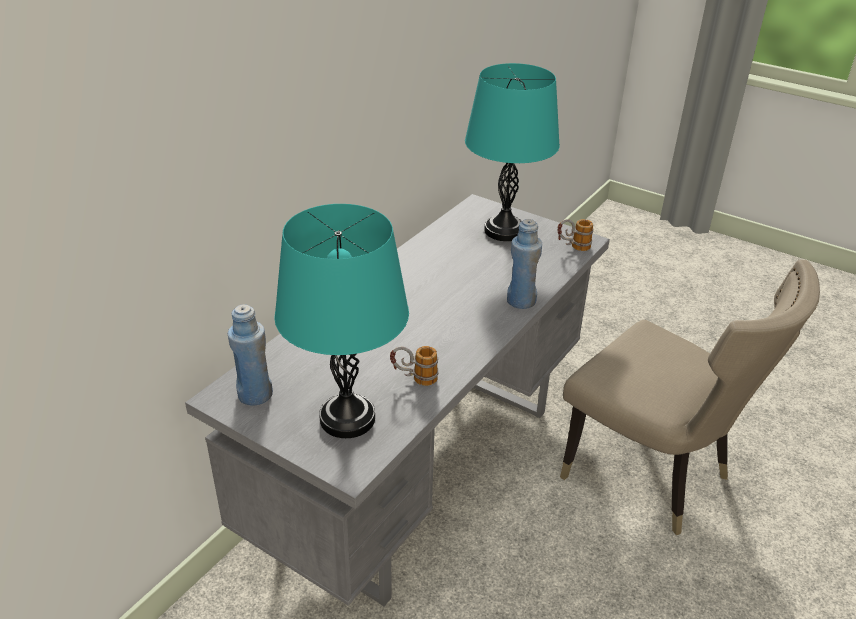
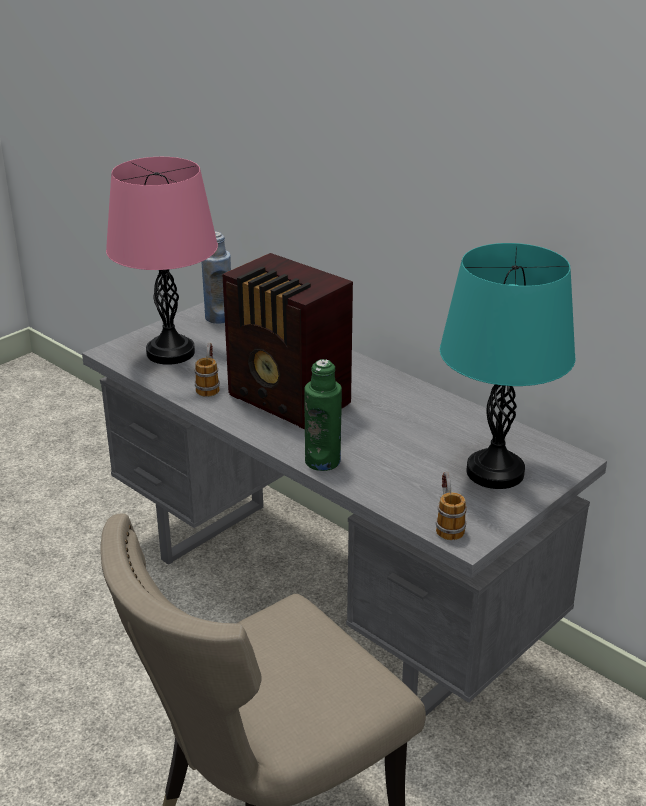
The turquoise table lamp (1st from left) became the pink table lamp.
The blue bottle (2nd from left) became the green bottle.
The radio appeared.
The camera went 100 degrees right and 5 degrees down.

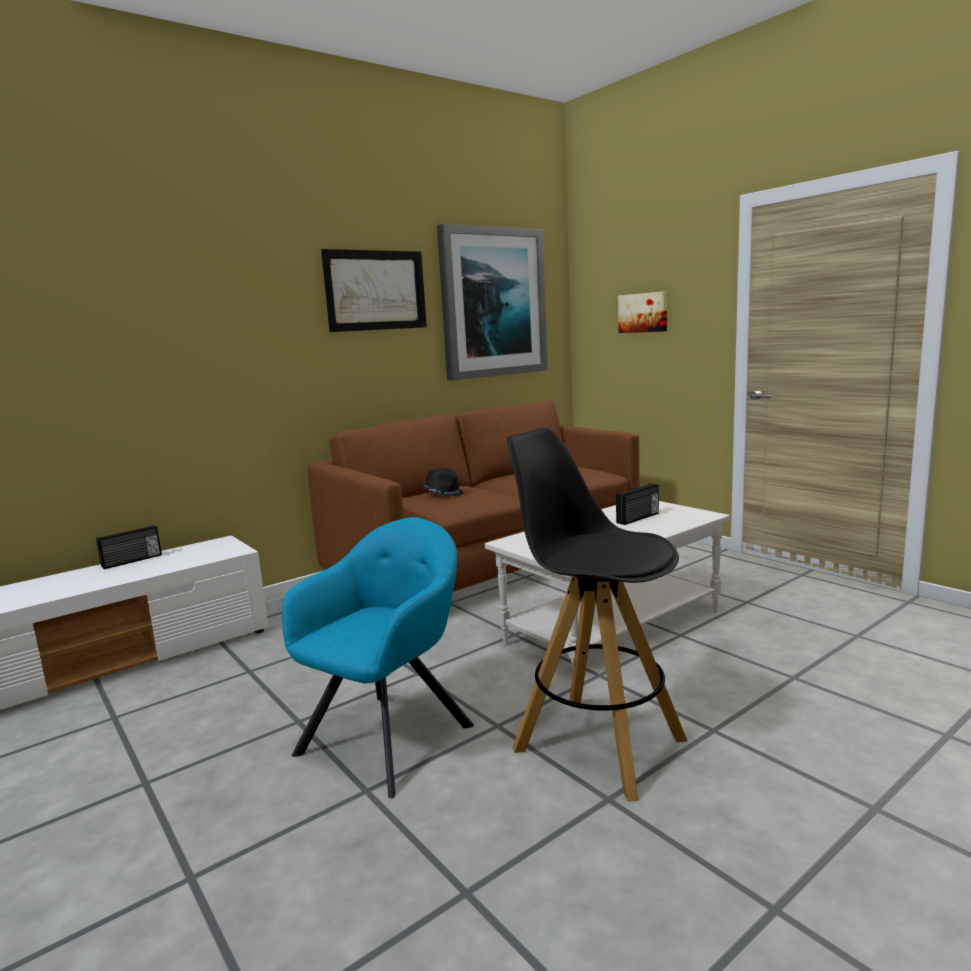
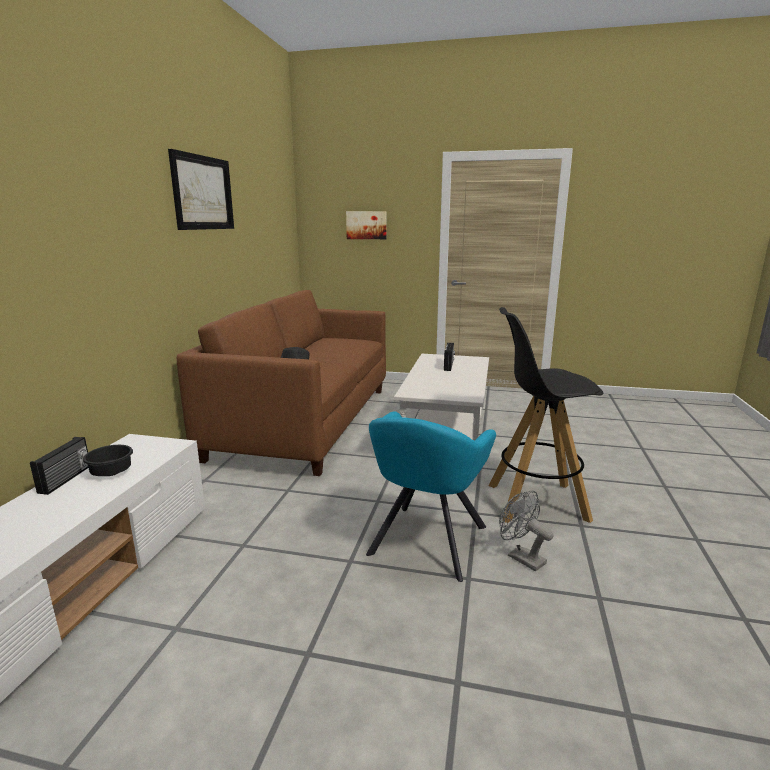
The picture (2nd from left) disappeared.
The turquoise armchair turned 150 degrees counterclockwise.
The black bowl appeared.
The grey fan appeared.
The camera went 40 degrees left and 5 degrees up.

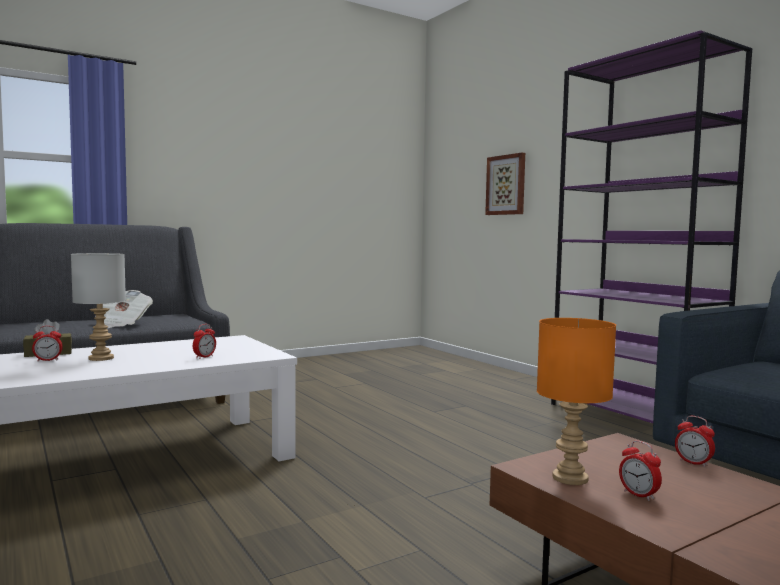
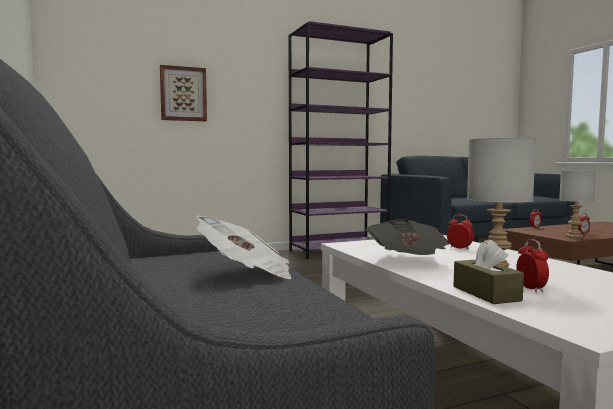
The orange table lamp became the grey table lamp (2nd from left).
The newspaper (2nd from left) appeared.
The camera went 80 degrees left and 0 degrees up.

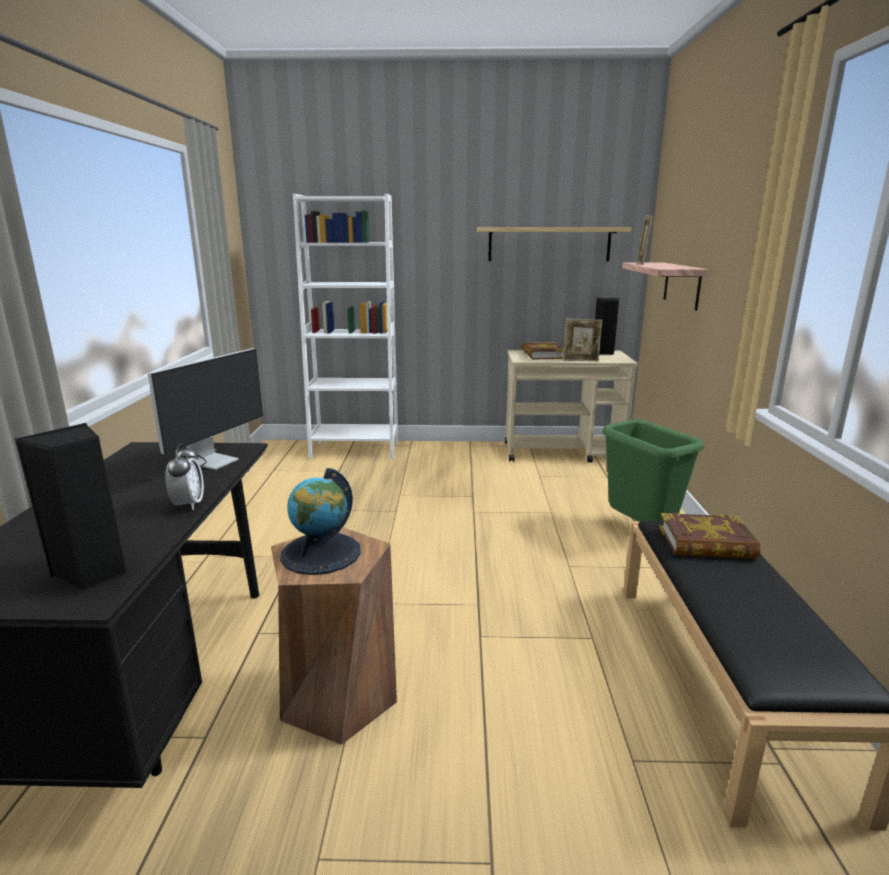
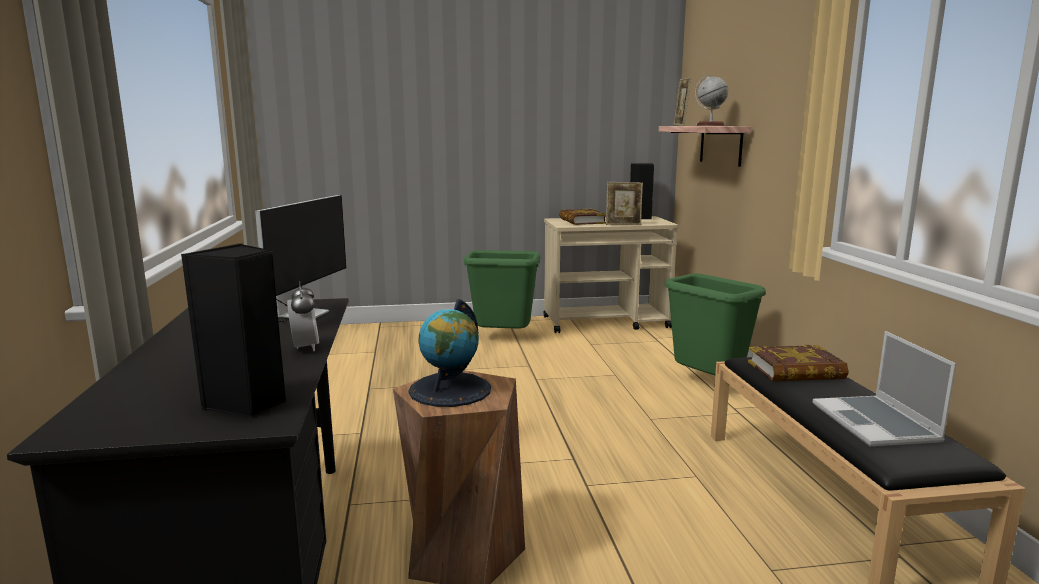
The white bookcase disappeared.
The shelf (1st from left) disappeared.
The globe (2nd from left) appeared.
The green trash can (1st from left) appeared.
The laptop appeared.
The camera went 10 degrees left and 5 degrees down.

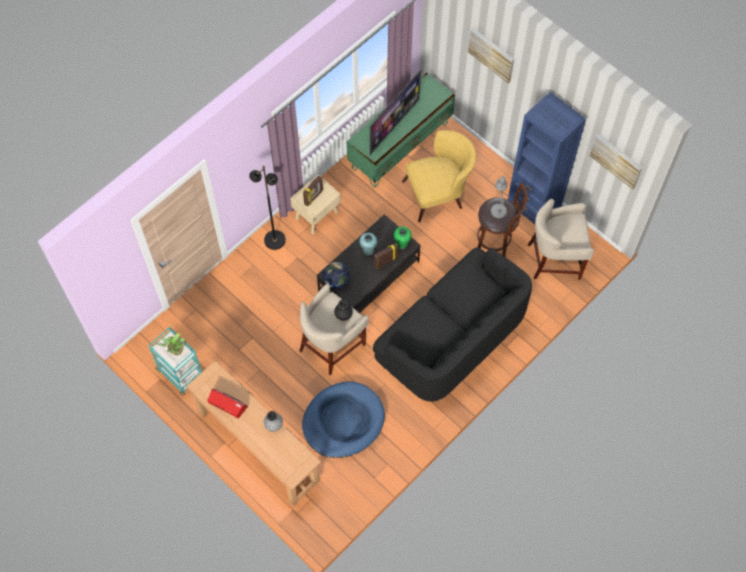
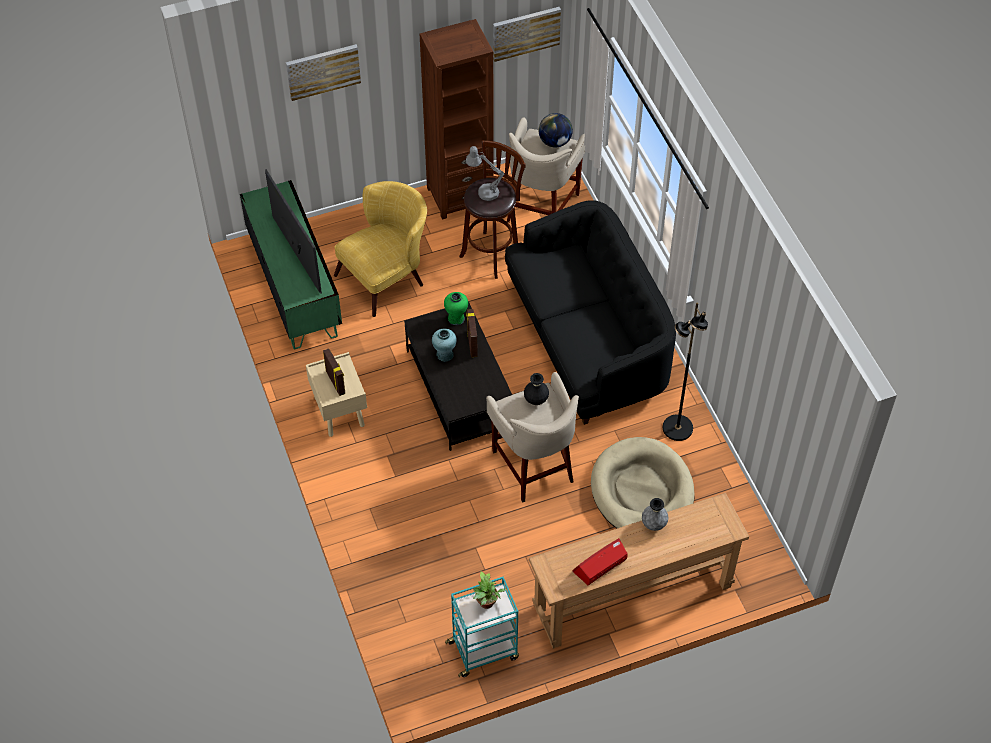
The blue bookcase became the brown bookcase.
The yellow armchair turned 45 degrees clockwise.
The black floor lamp moved.
The globe moved.
The blue dog bed became the beige dog bed.
The camera went 65 degrees left and 10 degrees down.

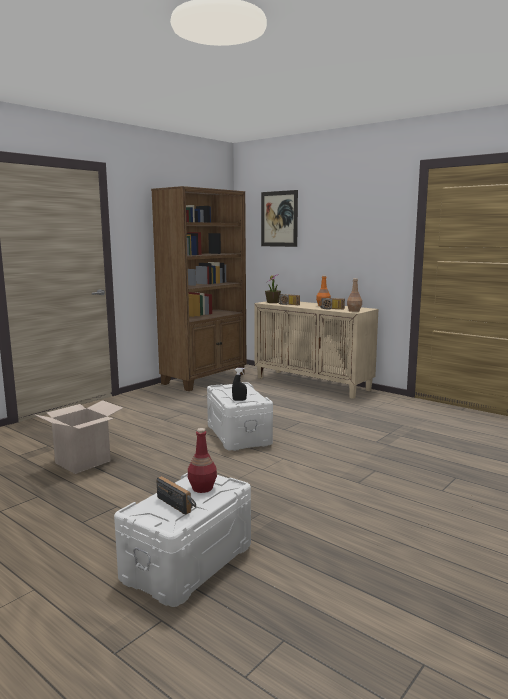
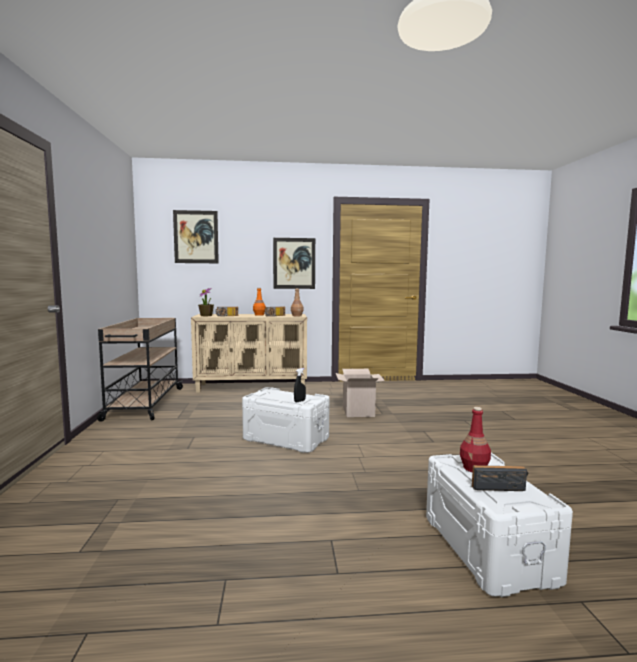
The brown bookcase was replaced by the beige cart.
The cardboard box moved.
The picture (2nd from left) appeared.
The camera went 45 degrees left and 5 degrees down.

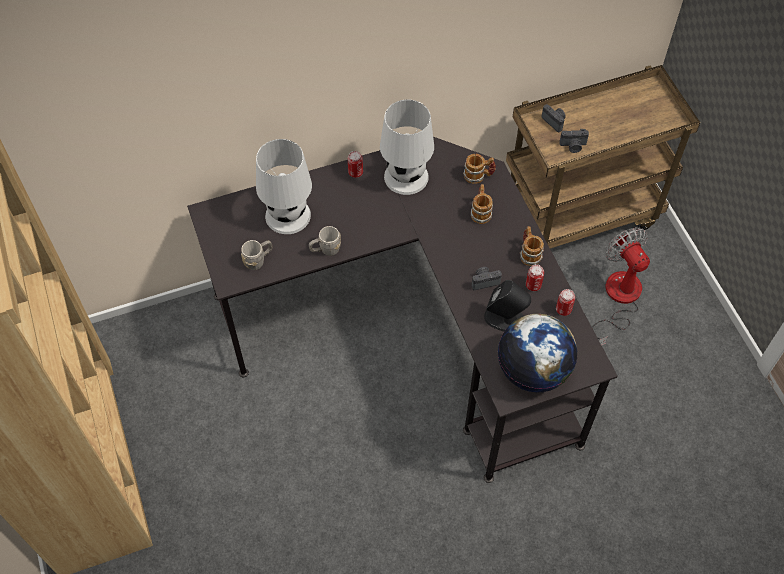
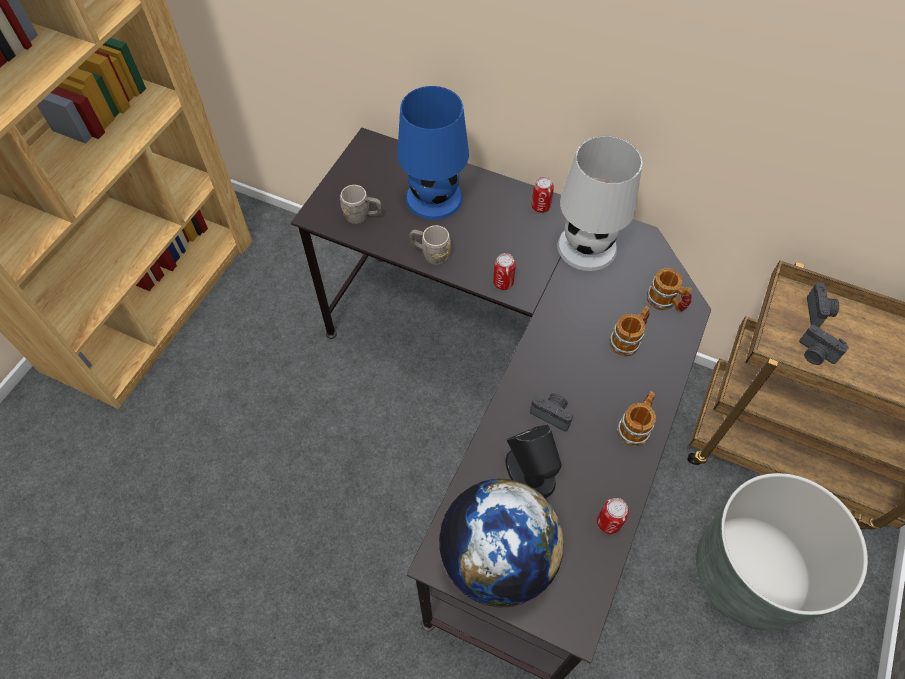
The white table lamp (1st from left) became the blue table lamp.
The fan was replaced by the grey planter.
The can (2nd from left in the first image) moved.
The camera went 45 degrees right and 0 degrees up.

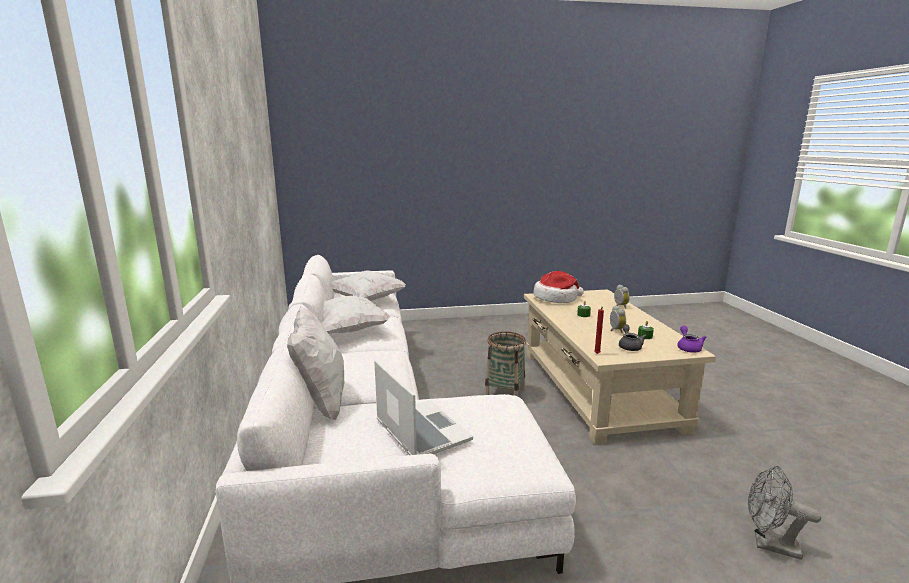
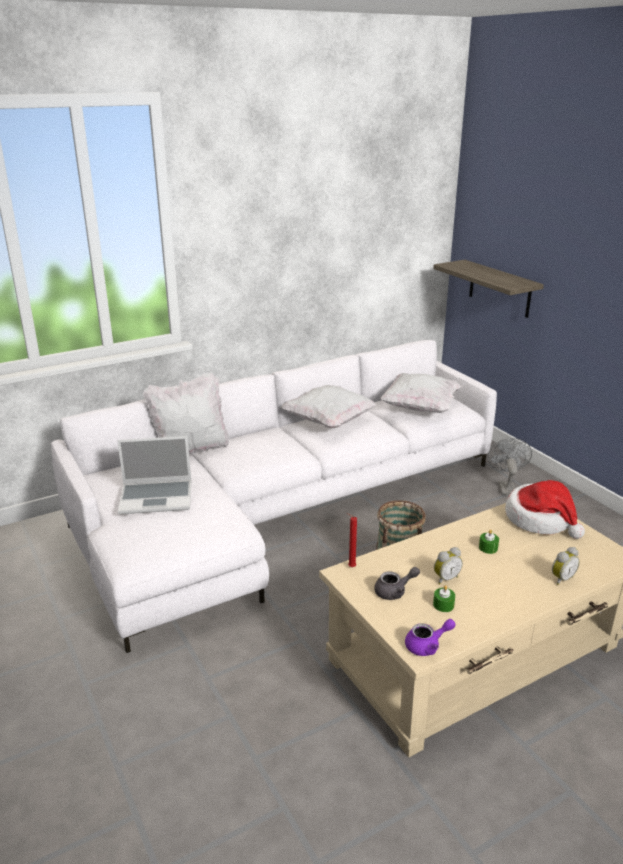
The laptop turned 45 degrees clockwise.
The grey fan moved.
The shelf appeared.
The camera went 70 degrees right and 10 degrees up.

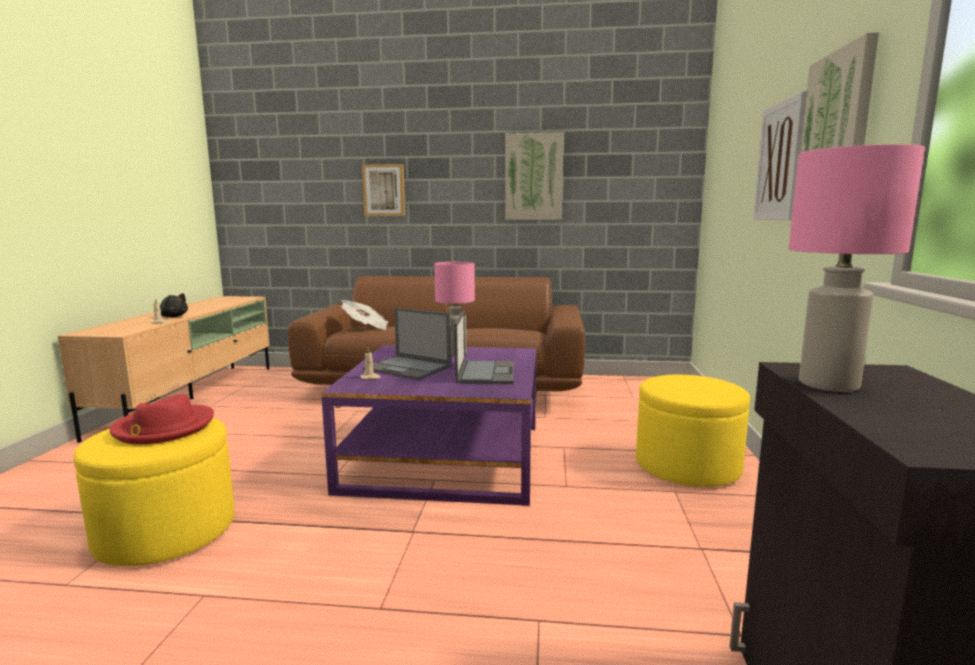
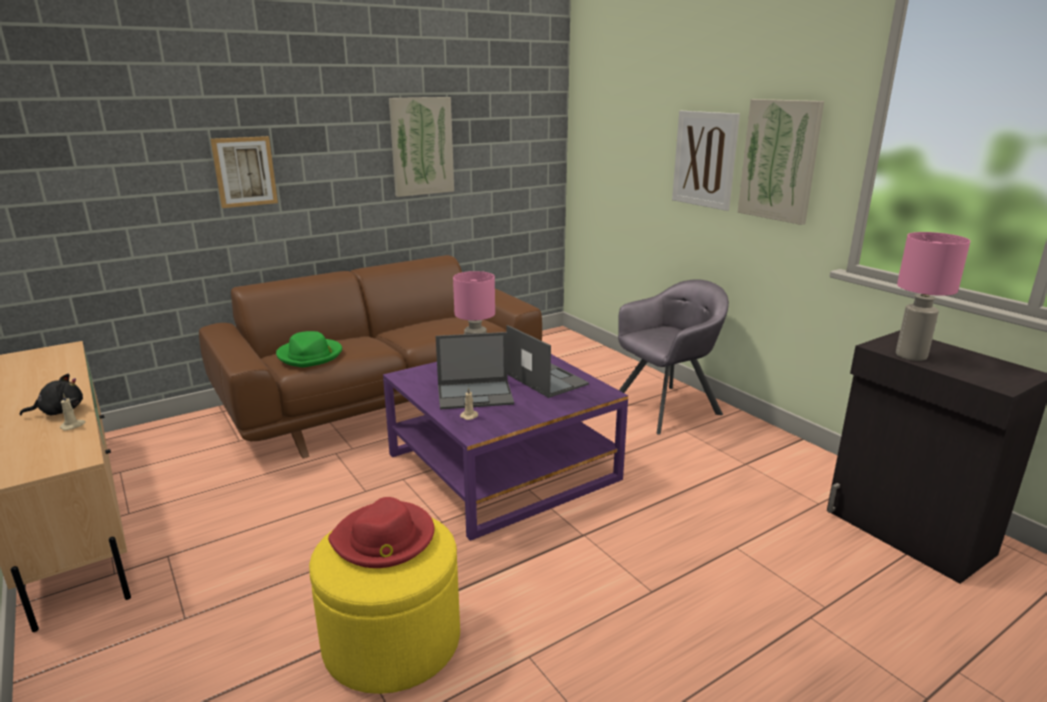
The newspaper was replaced by the green hat.
The yellow ottoman (2nd from left) was replaced by the grey armchair.
The camera went 40 degrees left and 10 degrees up.

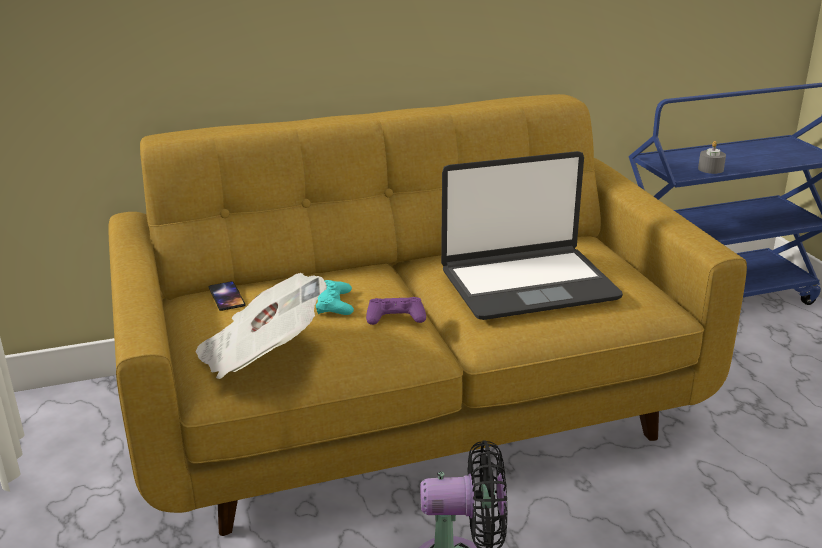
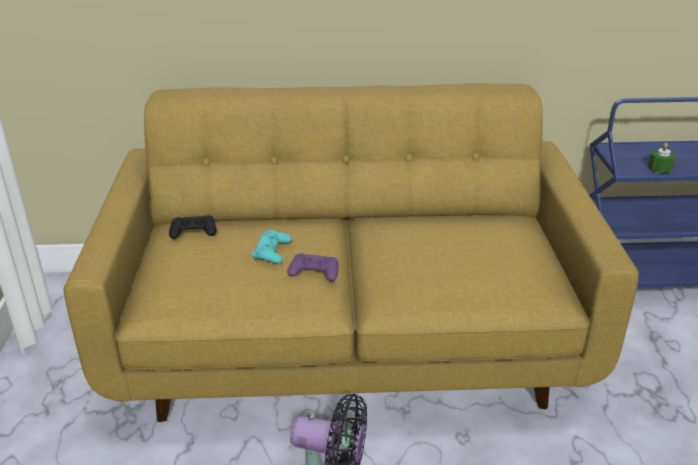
The grey candle became the green candle.
The laptop disappeared.
The newspaper disappeared.
The phone was replaced by the black game controller.
The camera went 15 degrees right and 5 degrees up.

